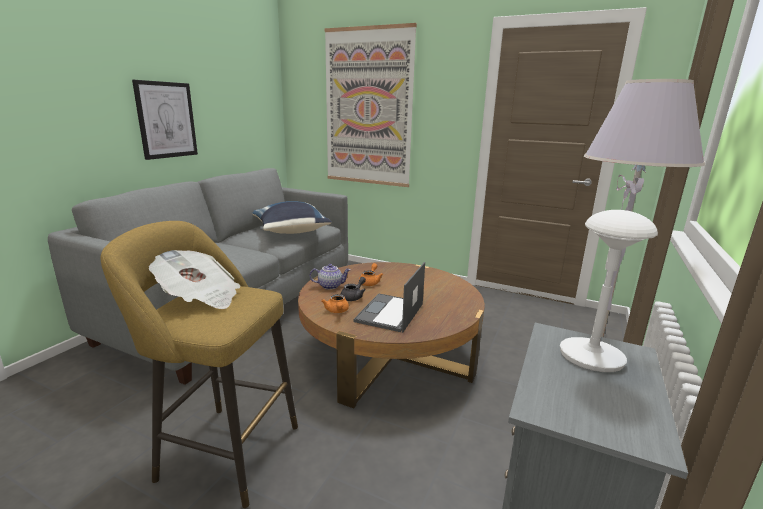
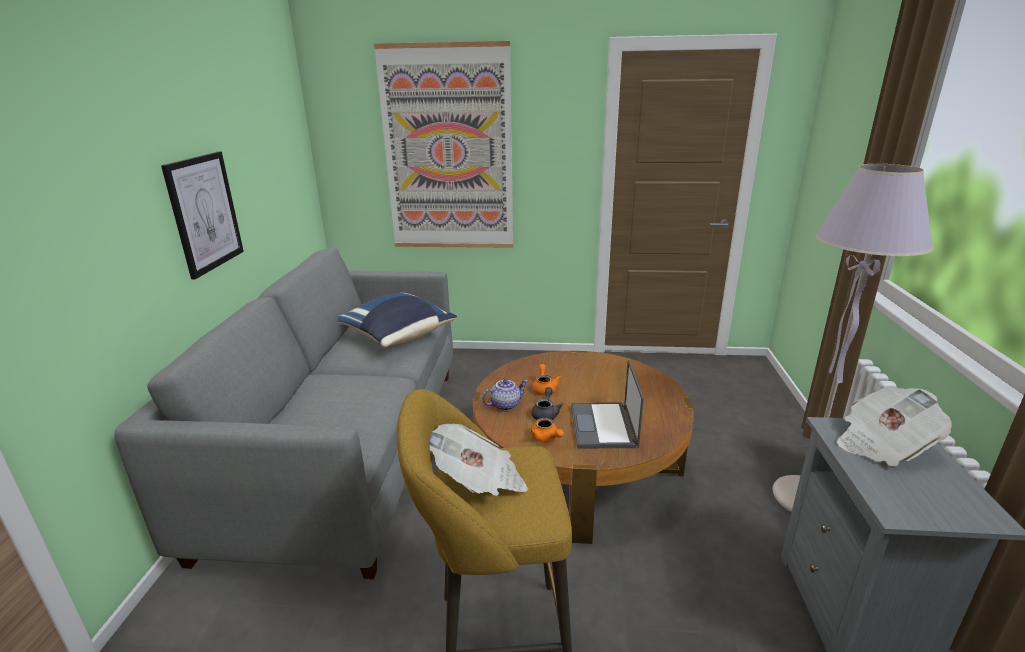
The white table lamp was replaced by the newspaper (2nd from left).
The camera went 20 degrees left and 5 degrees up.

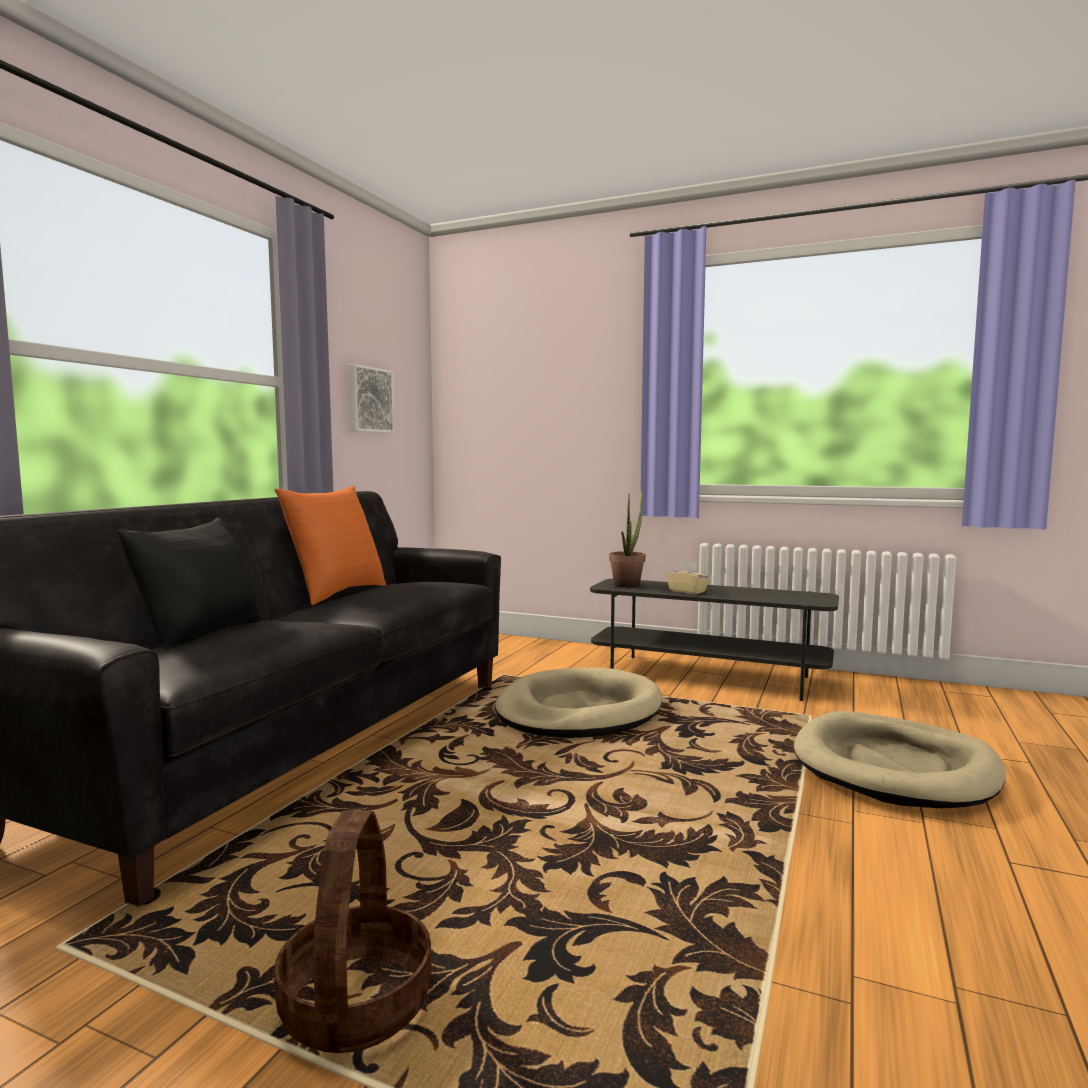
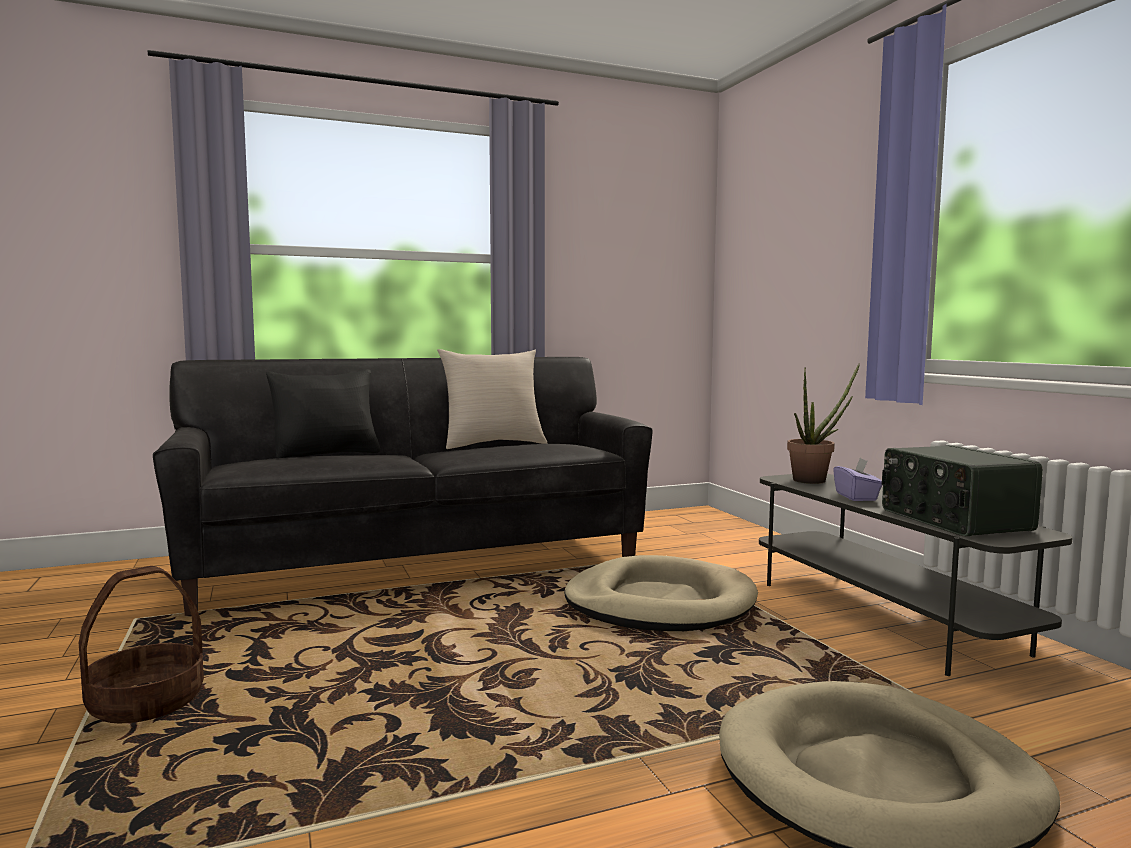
The picture disappeared.
The orange pillow became the beige pillow.
The beige tissue box became the purple tissue box.
The radio appeared.
The camera went 45 degrees right and 0 degrees up.

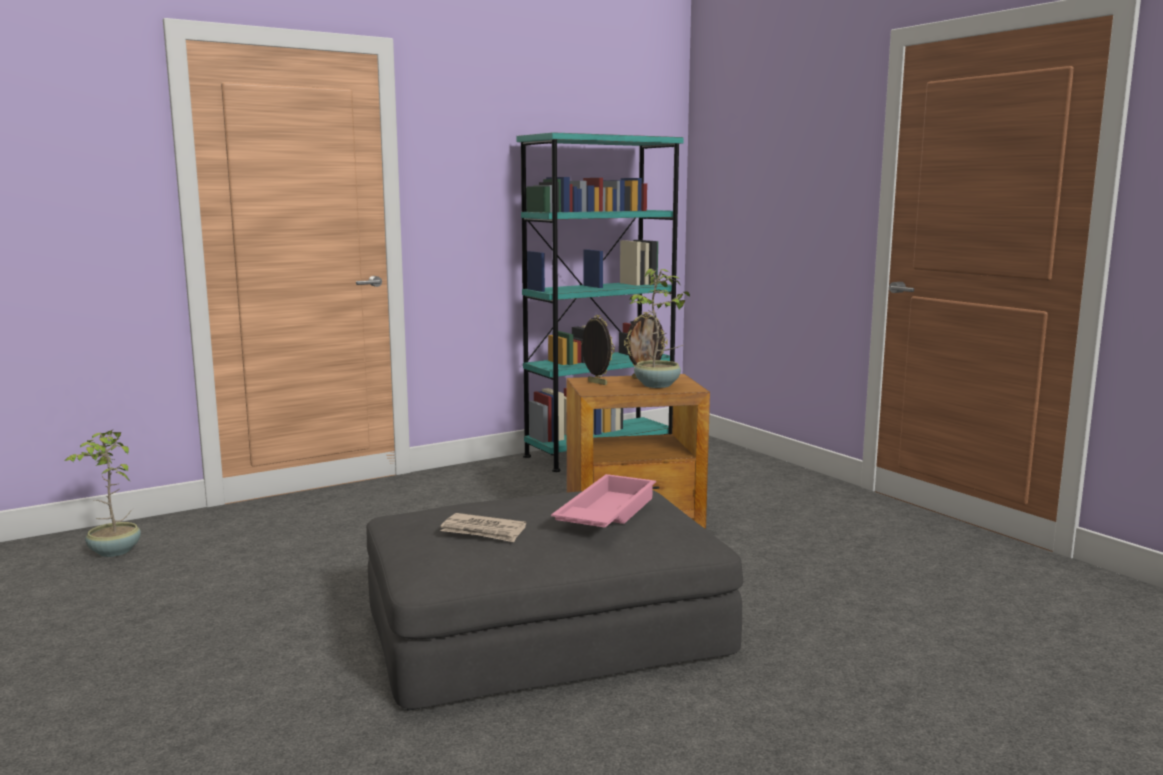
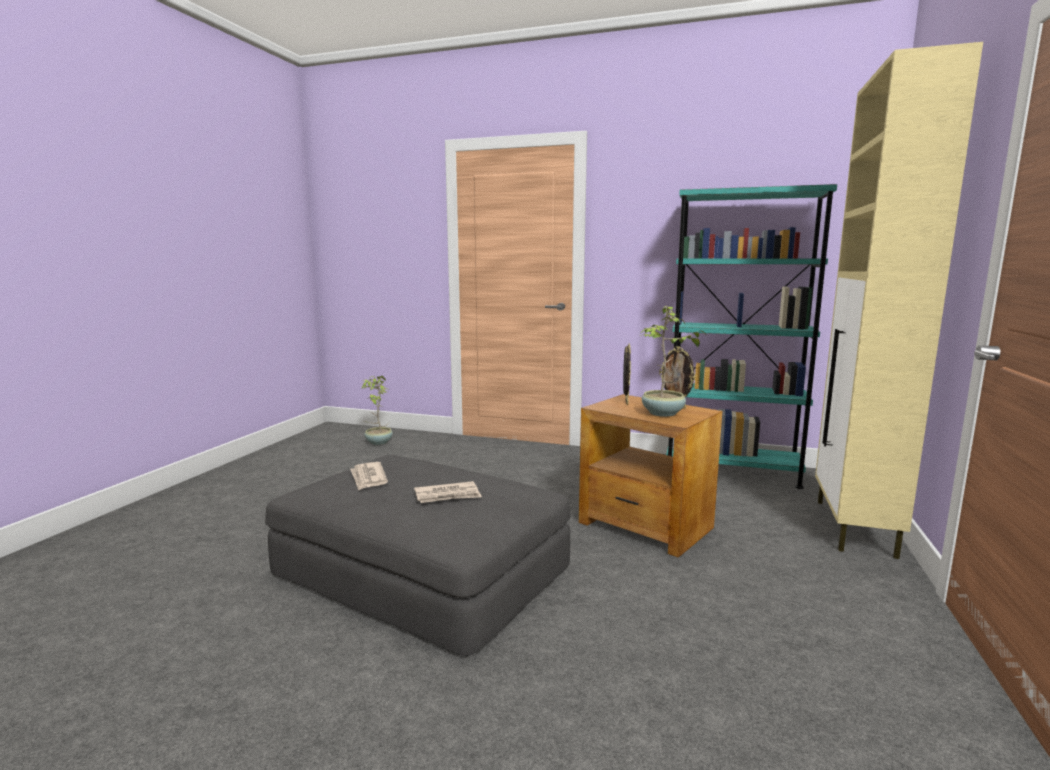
The pink tray was replaced by the newspaper (2nd from left).
The beige cabinet appeared.
The camera went 50 degrees right and 0 degrees up.

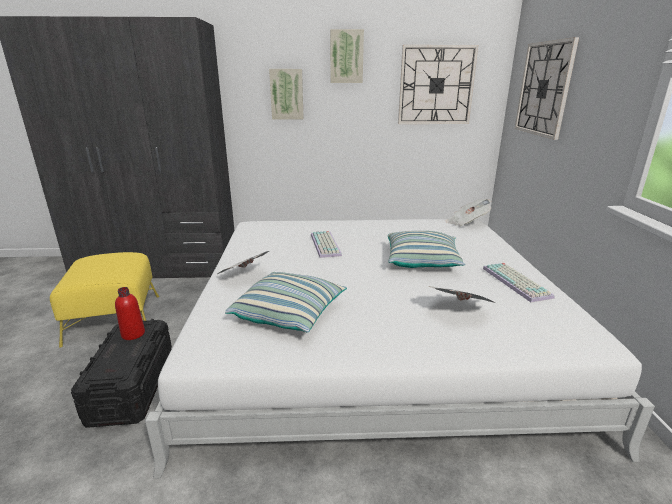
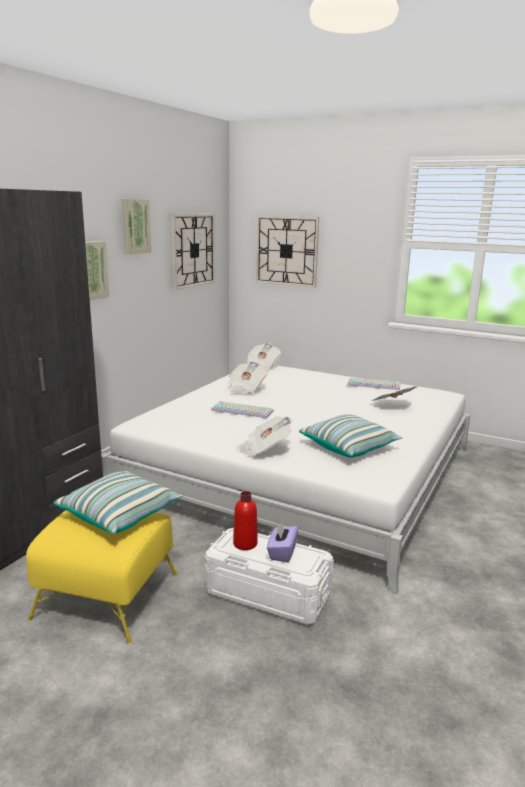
The pillow (2nd from left in the first image) moved.
The black storage box became the white storage box.
The newspaper (1st from left) appeared.
The purple tissue box appeared.
The camera went 60 degrees left and 5 degrees down.

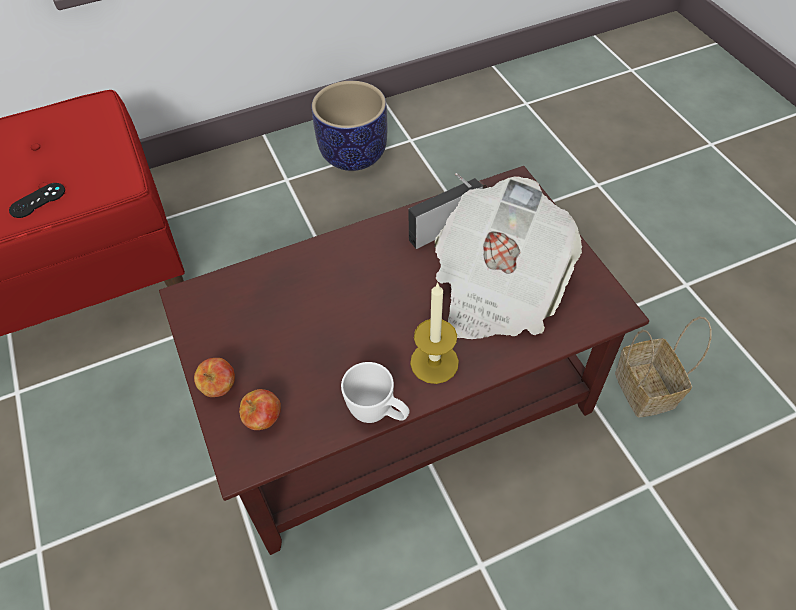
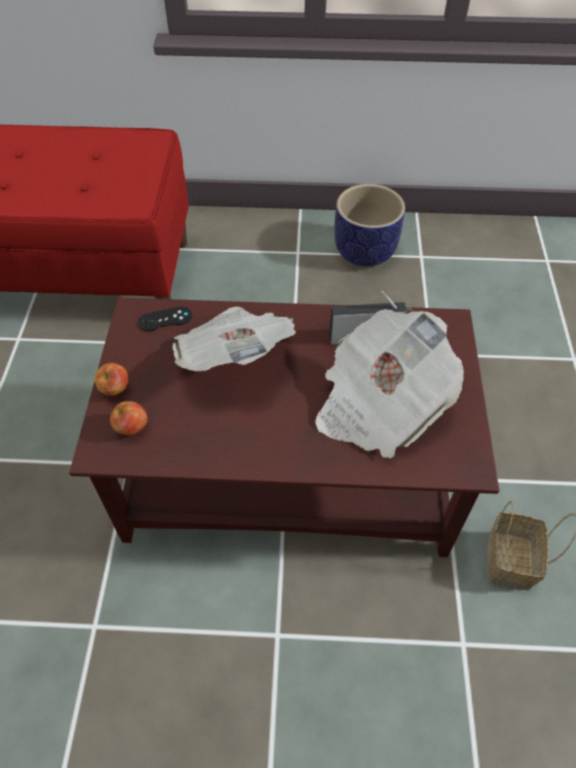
The black game controller moved.
The candle disappeared.
The white mug disappeared.
The newspaper (1st from left) appeared.
The camera went 25 degrees right and 0 degrees up.

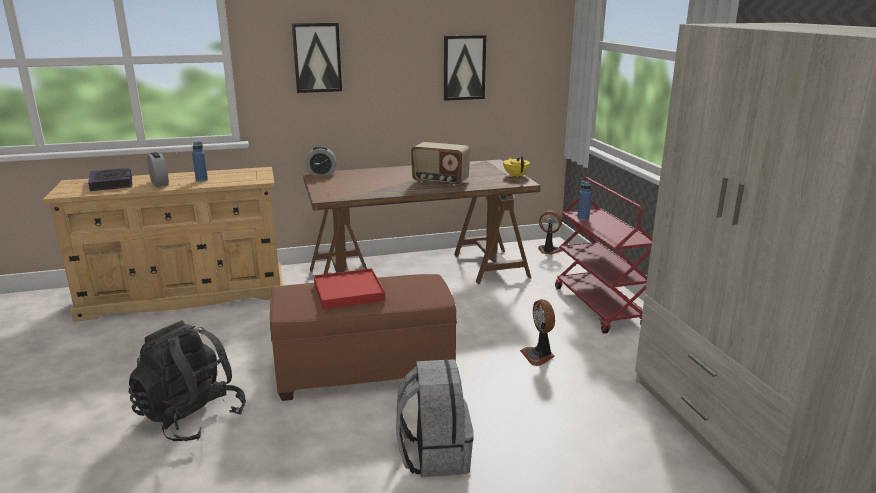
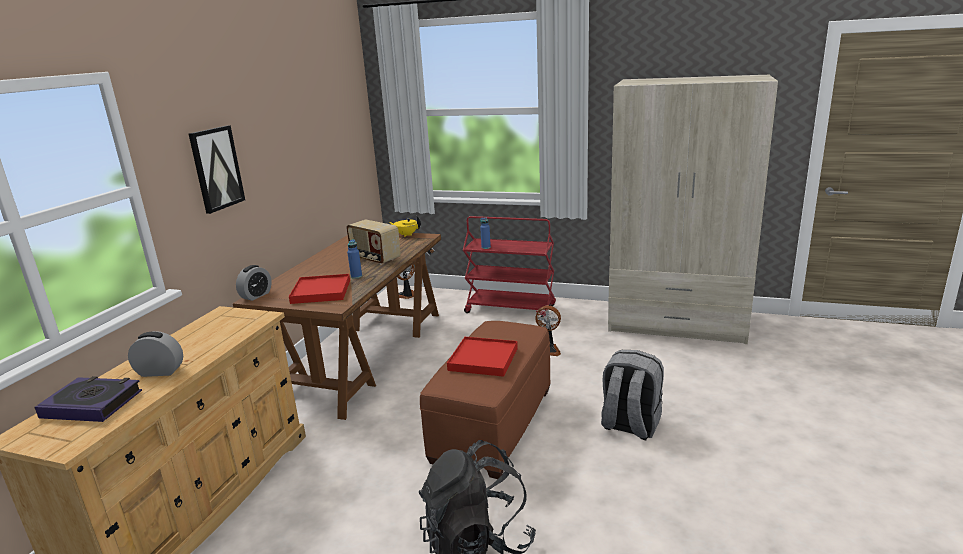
The picture (2nd from left) disappeared.
The blue bottle (1st from left) moved.
The radio turned 75 degrees clockwise.
The red tray (1st from left) appeared.
The camera went 55 degrees left and 0 degrees up.

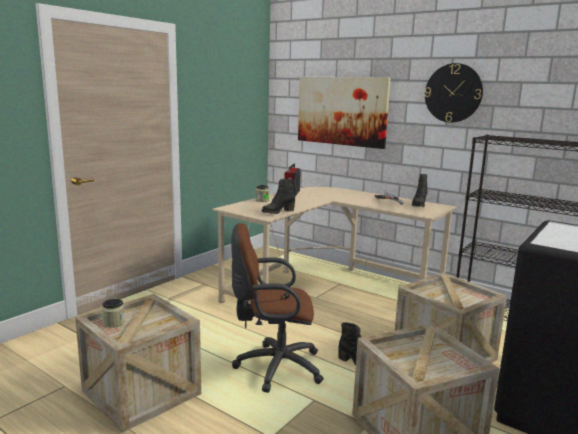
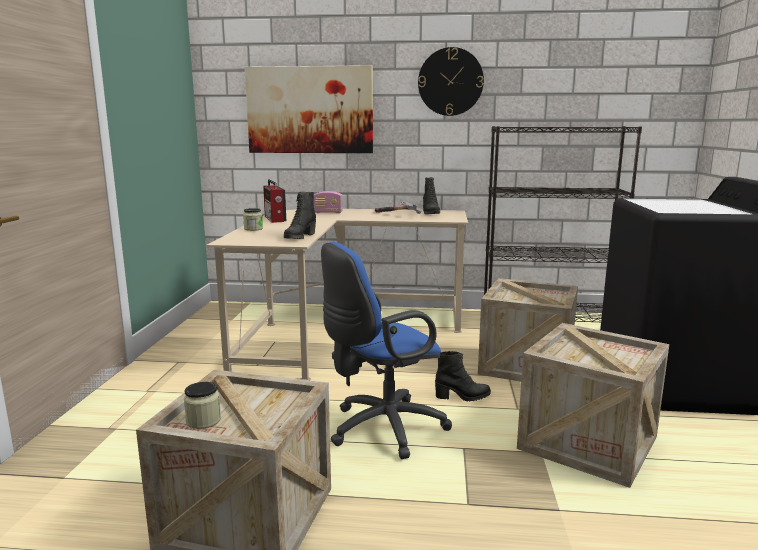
The brown office chair became the blue office chair.
The radio (2nd from left) appeared.
The camera went 30 degrees left and 0 degrees up.

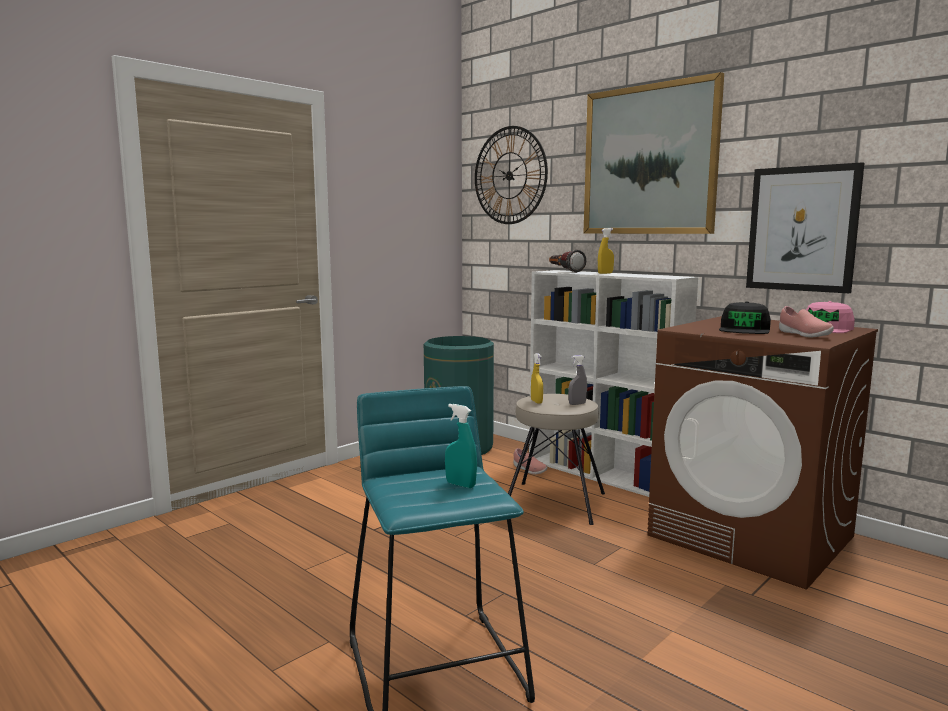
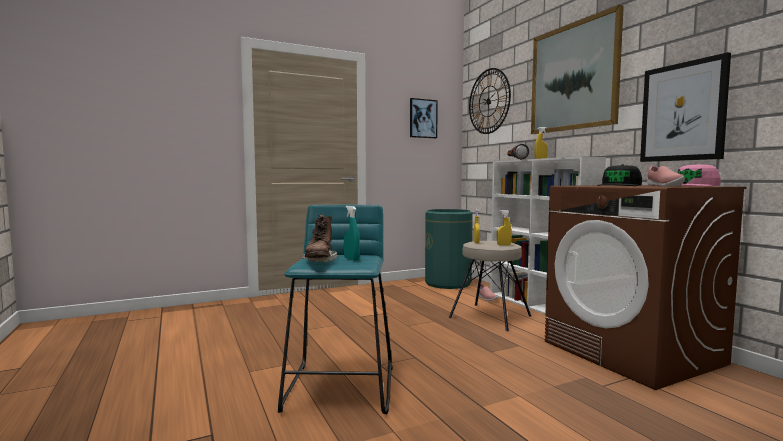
The grey spray bottle became the yellow spray bottle (2nd from left).
The picture (1st from left) appeared.
The brown boot appeared.
The camera went 20 degrees right and 5 degrees down.

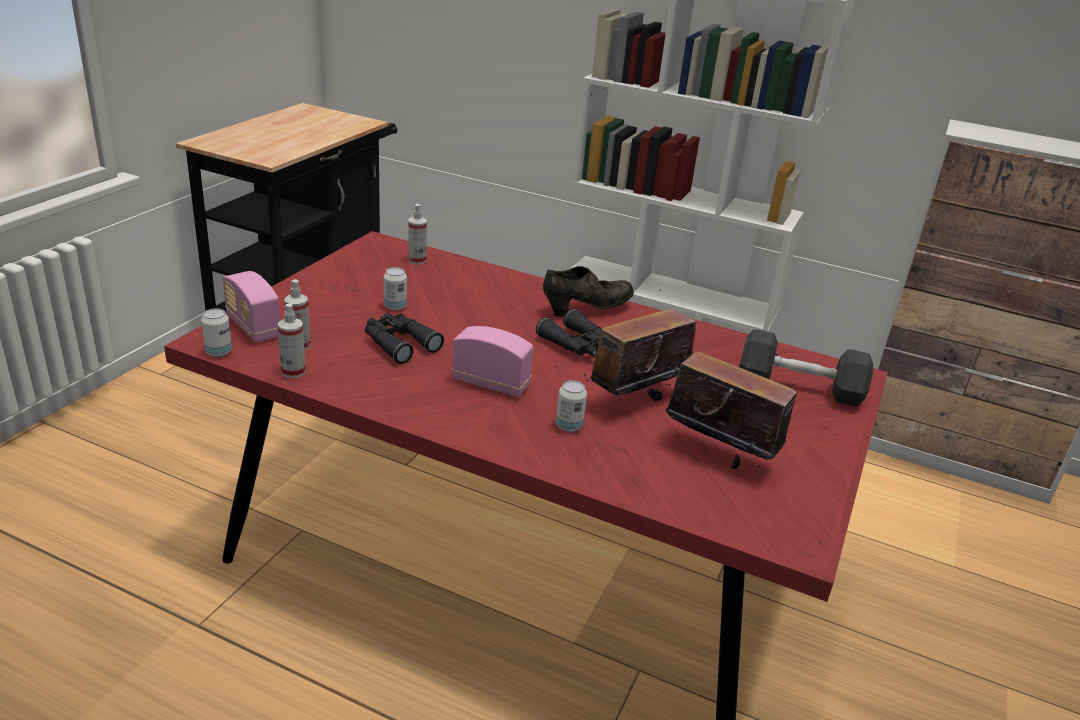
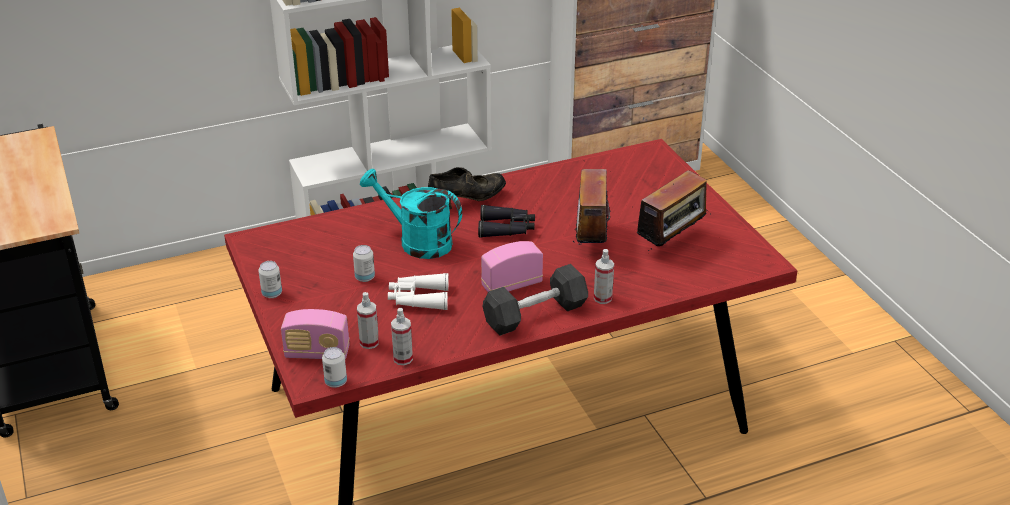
The spray bottle (3rd from left) moved.
The black shoe turned 45 degrees clockwise.
The black binoculars (1st from left) became the white binoculars.
The grey dumbbell moved.
The radio (4th from left) turned 150 degrees clockwise.
The can (3rd from left in the first image) moved.
The turquoise watering can appeared.
The camera went 45 degrees left and 5 degrees up.

